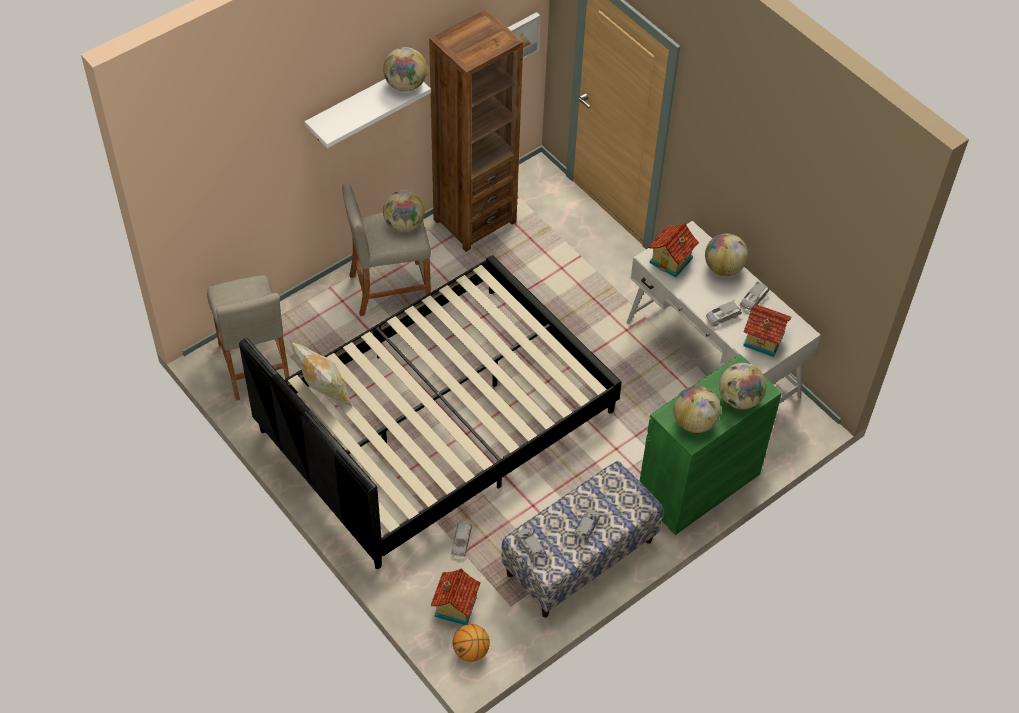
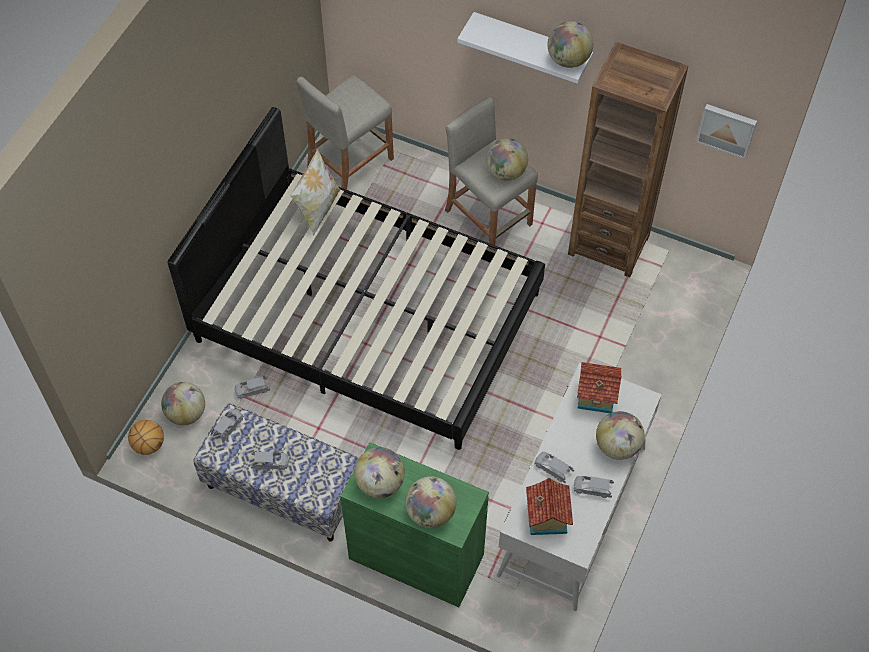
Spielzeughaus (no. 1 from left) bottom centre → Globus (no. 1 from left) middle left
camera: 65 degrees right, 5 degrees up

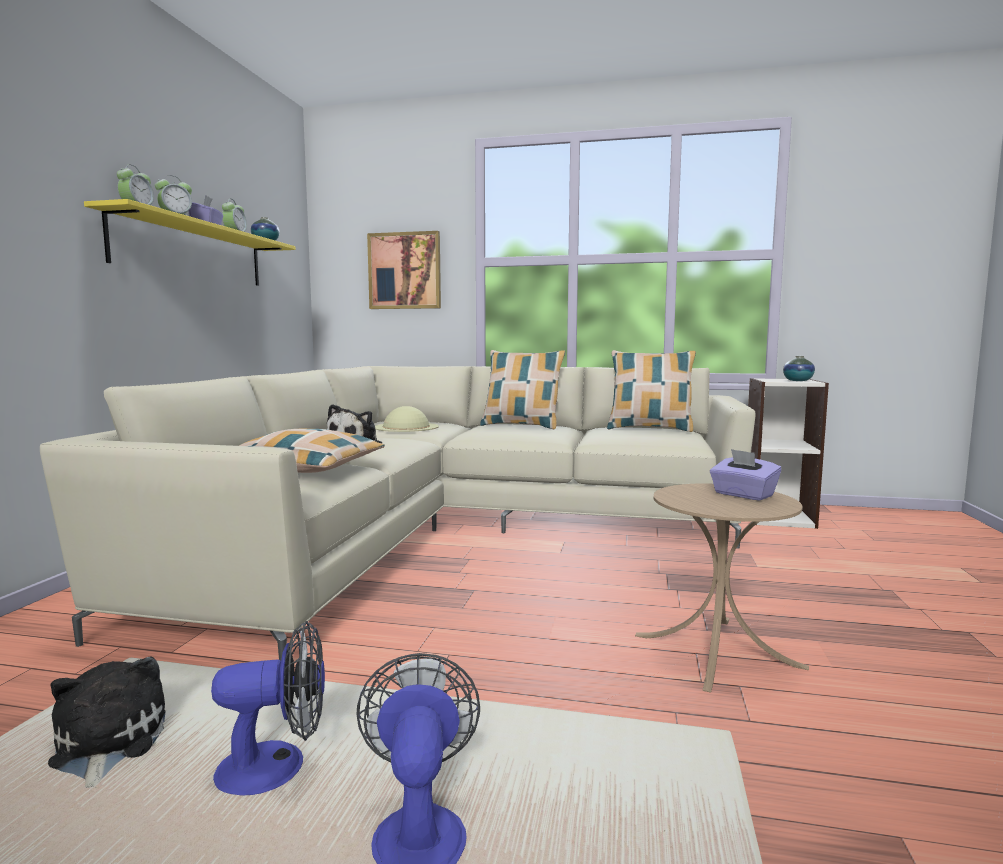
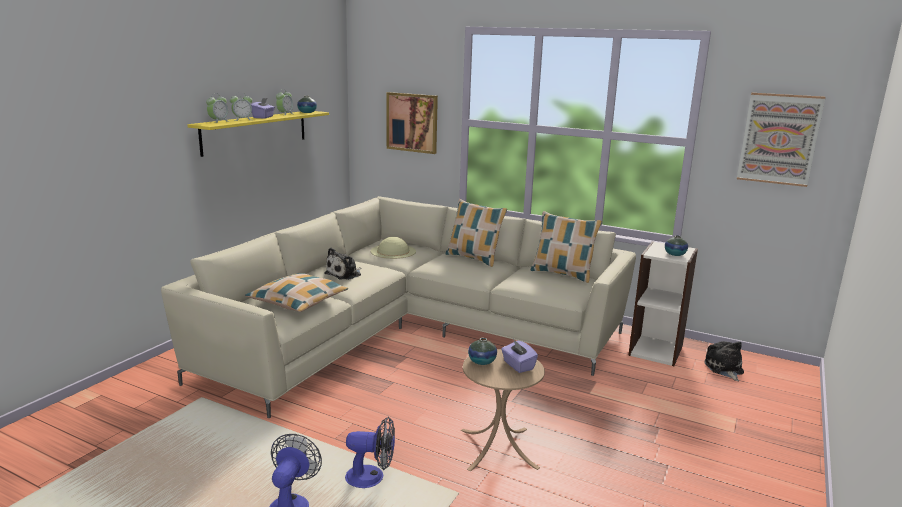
- → Vase (no. 2 from left) bottom centre
- → Bild (no. 2 from left) top right
Plüschtier (no. 1 from left in the first image) bottom left → Plüschtier (no. 2 from left) bottom right, shifted
Ventilator (no. 1 from left in the first image) bottom left → Ventilator (no. 2 from left) bottom centre, shifted
camera: 15 degrees right, 10 degrees up

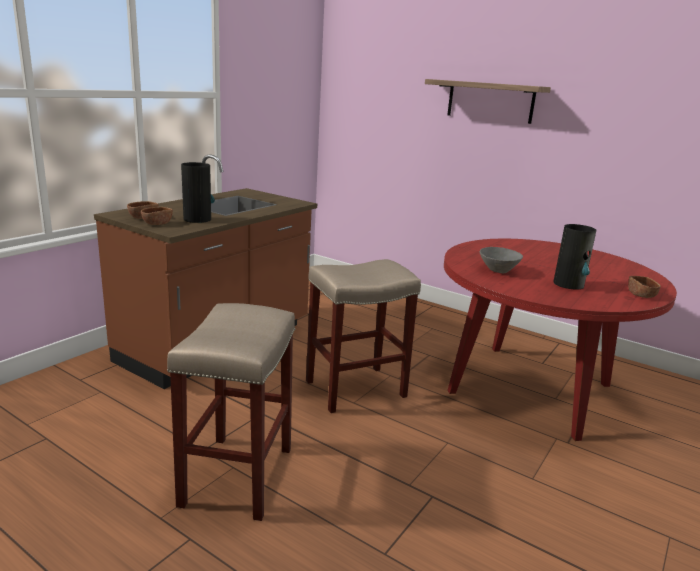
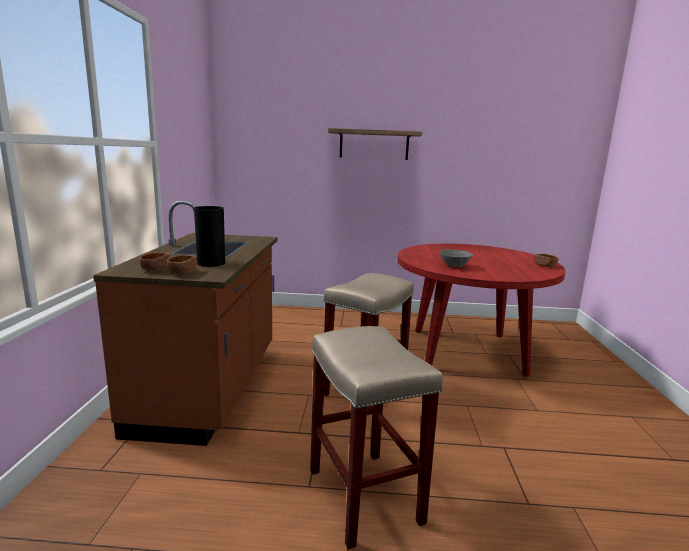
Vase (no. 2 from left) middle right → -
camera: 30 degrees left, 5 degrees down

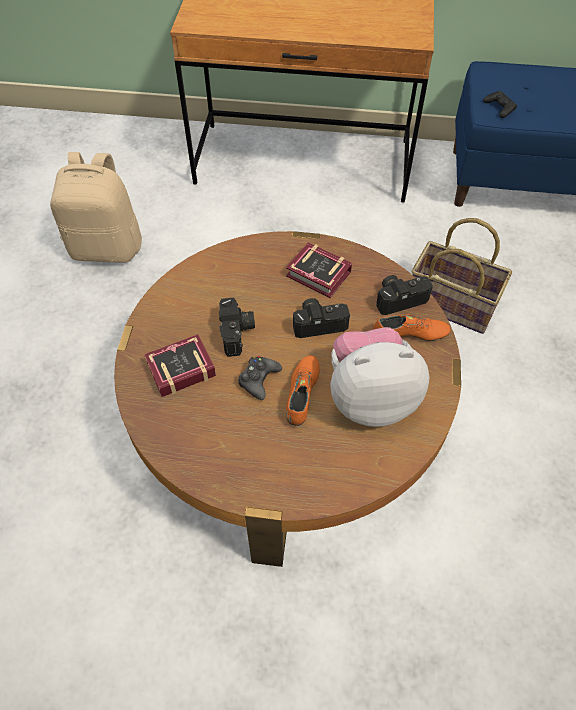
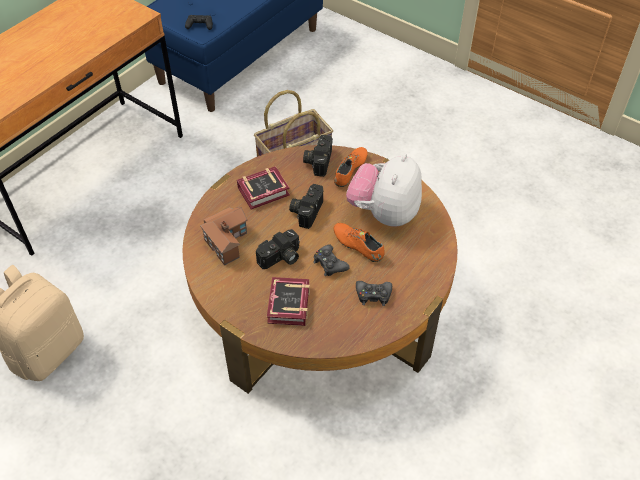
- → Spielzeughaus centre
- → Gamepad (schwarz) (no. 3 from left) centre
Kamera (no. 1 from left) centre, 120 degrees clockwise
camera: 60 degrees left, 5 degrees down

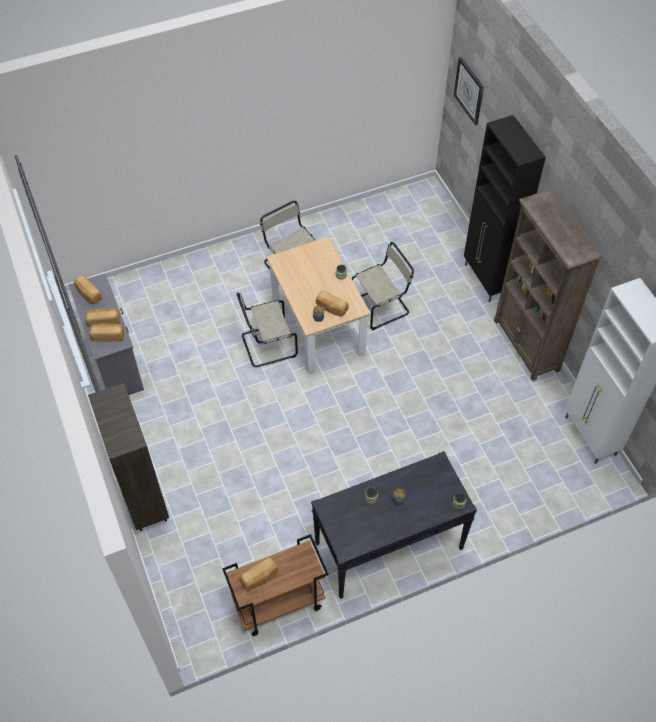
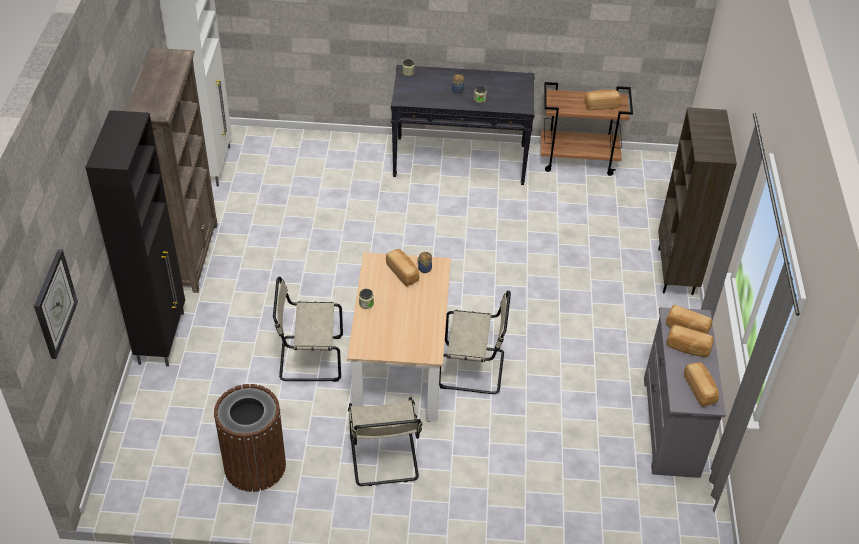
- → Mülleimer (braun) bottom left
camera: 155 degrees left, 10 degrees down

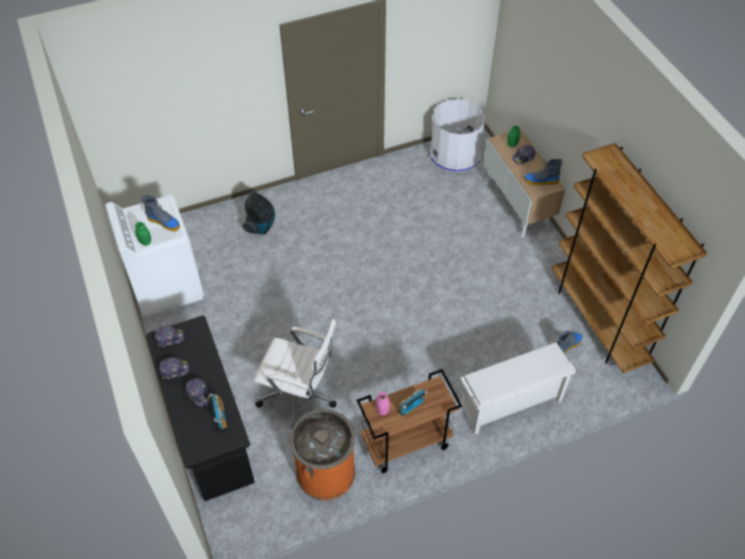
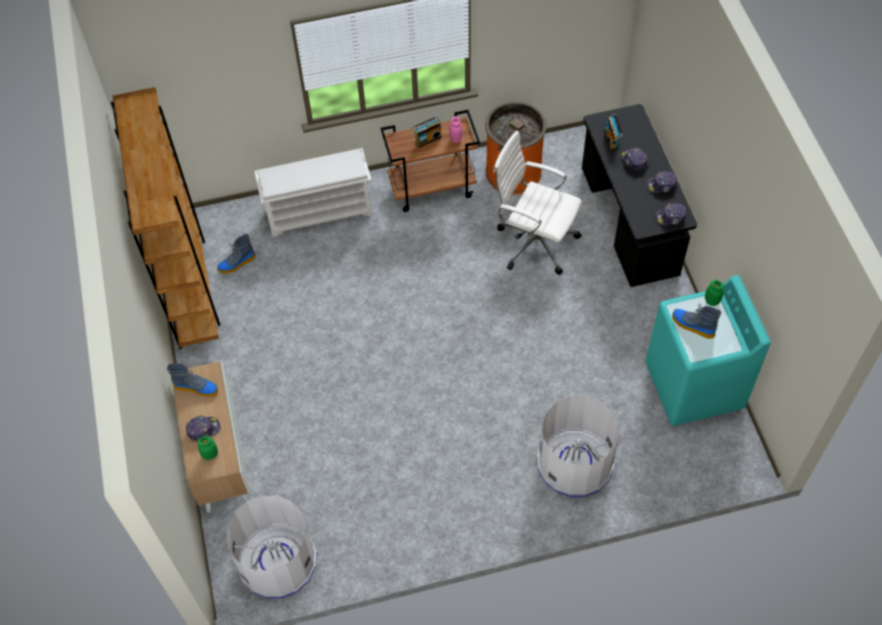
Staubsauger centre → Mülleimer (weiß) (no. 2 from left) bottom centre
Waschmaschine (weiß) middle left → Waschmaschine (türkis) middle right
camera: 170 degrees left, 5 degrees up

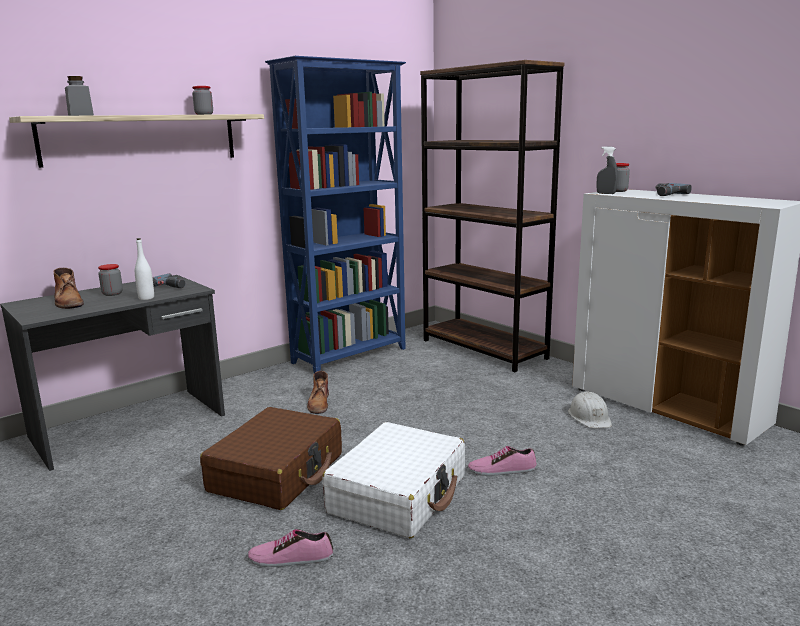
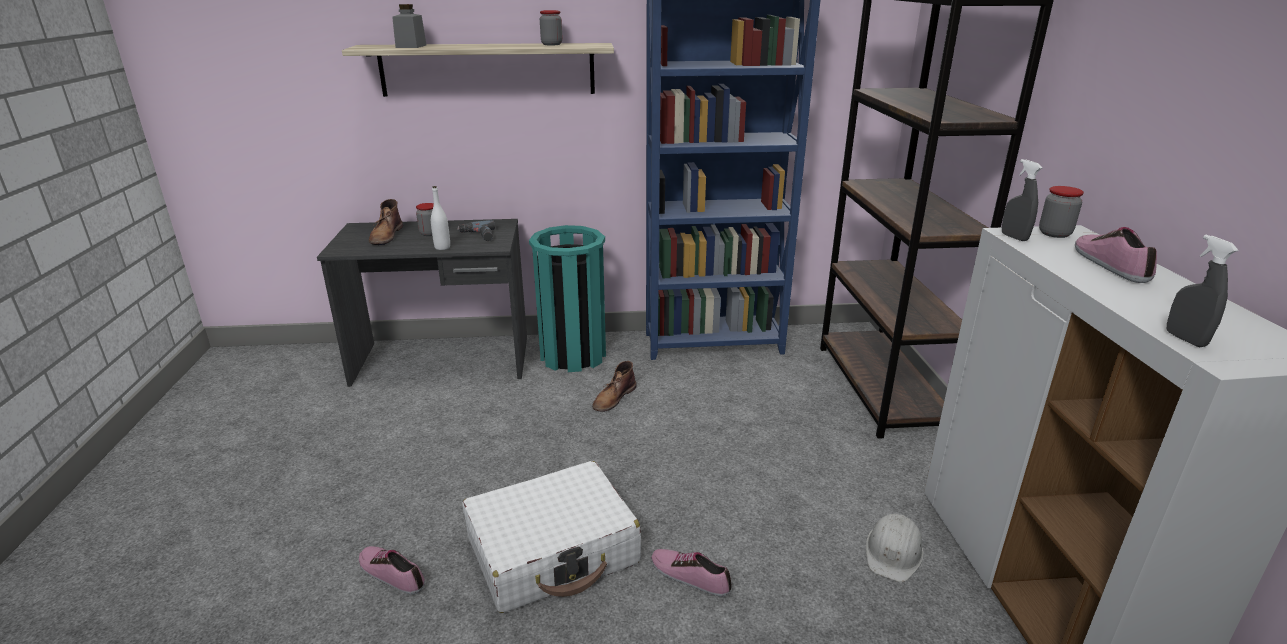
Koffer (braun) bottom centre → -
- → Mülleimer (türkis) centre
- → Sprühflasche (grau) (no. 2 from left) middle right
Bohrmaschine (no. 2 from left) top right → Schuh (no. 3 from left) middle right
camera: 35 degrees right, 10 degrees up

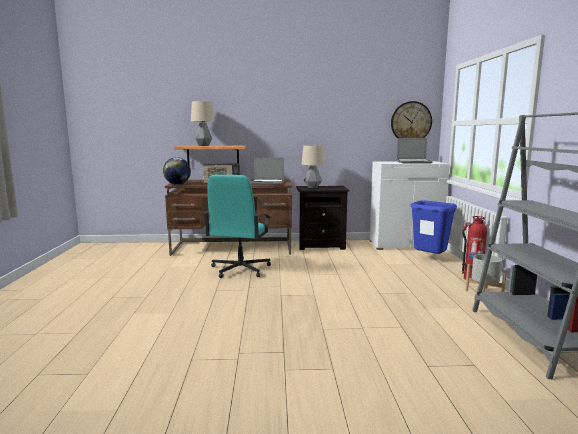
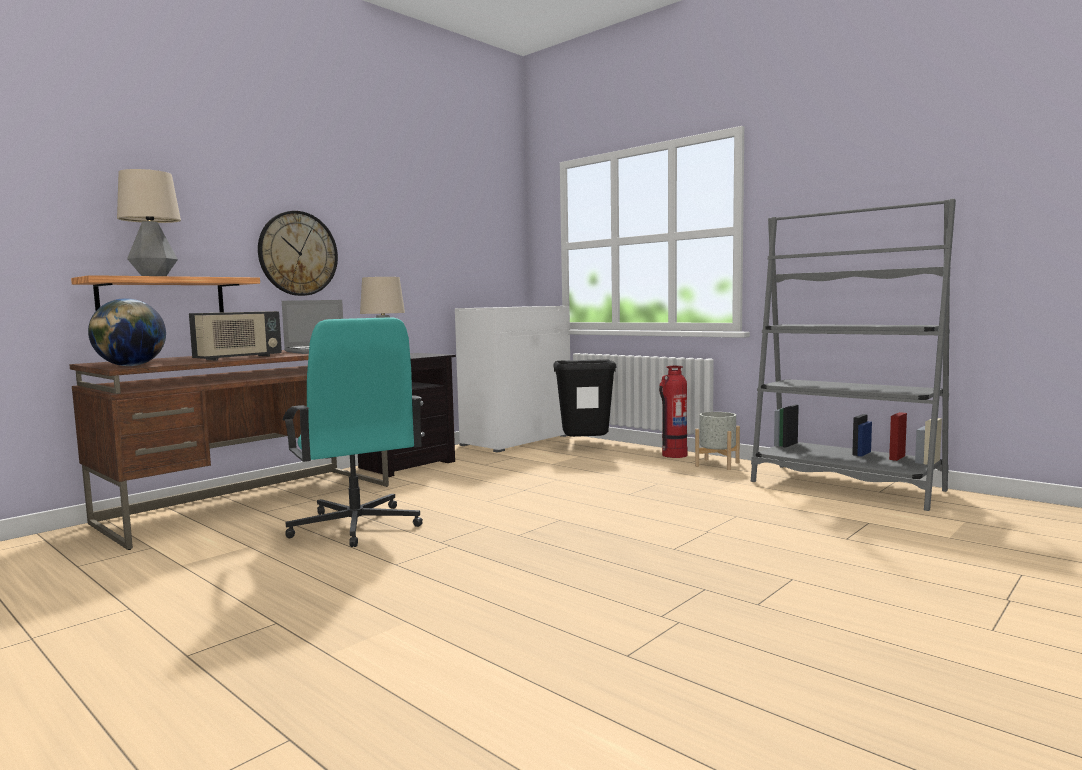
Laptop (no. 2 from left) middle right → -
Wanduhr top right → Wanduhr top left, shifted
Mülleimer (blau) middle right → Mülleimer (schwarz) centre
camera: 45 degrees left, 5 degrees down

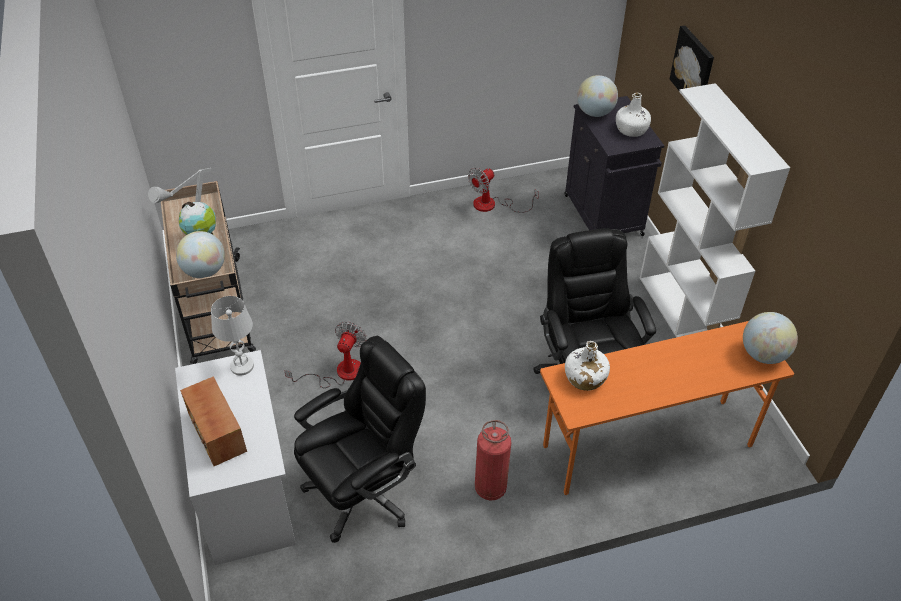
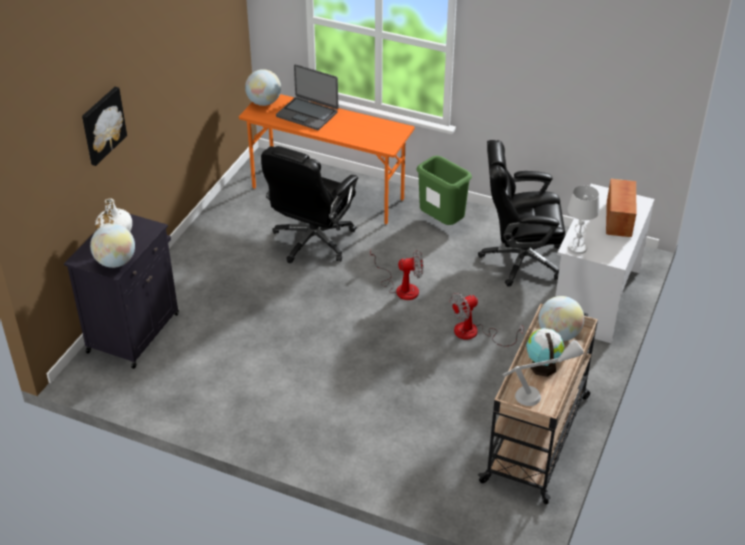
Flasche (weiß) (no. 1 from left) centre → -
Bücherregal (weiß) middle right → -
- → Laptop top centre
Ventilator (no. 2 from left in the first image) top centre → Ventilator (no. 1 from left) centre, shifted
Feuerlöscher bottom centre → Mülleimer (grün) centre
camera: 140 degrees left, 5 degrees down

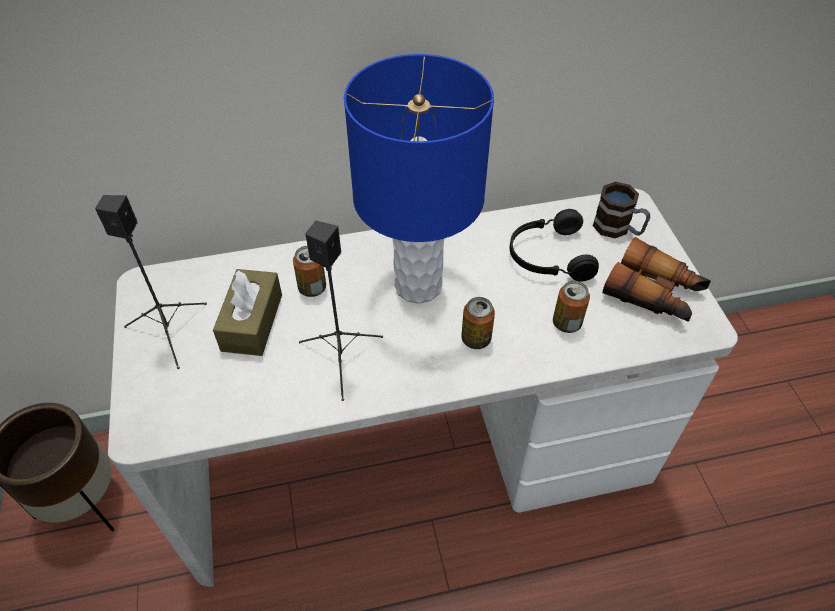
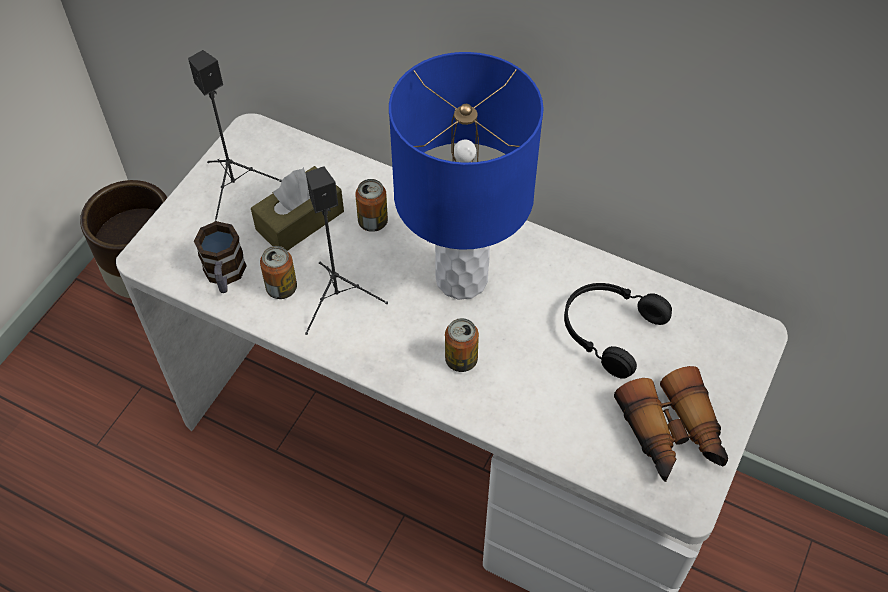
Dose (no. 3 from left in the first image) middle right → Dose (no. 1 from left) middle left, shifted
Henkelbecher middle right → Henkelbecher middle left, shifted
camera: 40 degrees right, 5 degrees up

